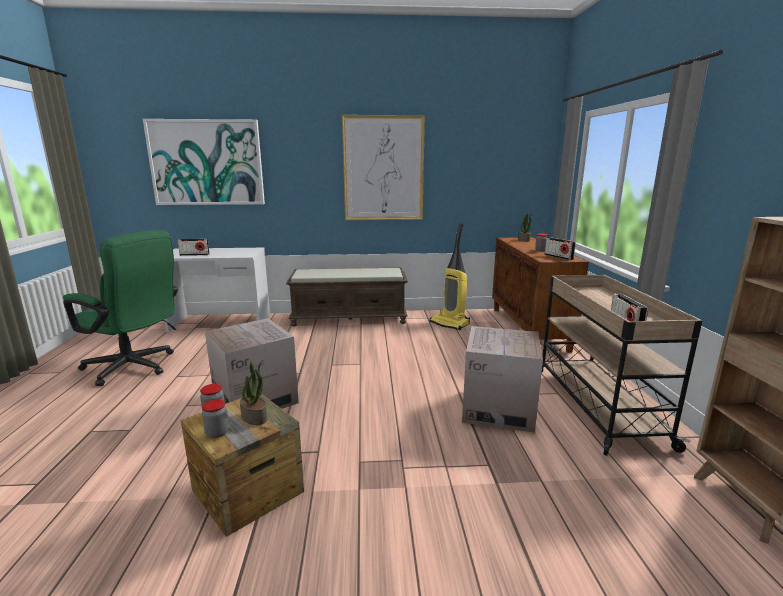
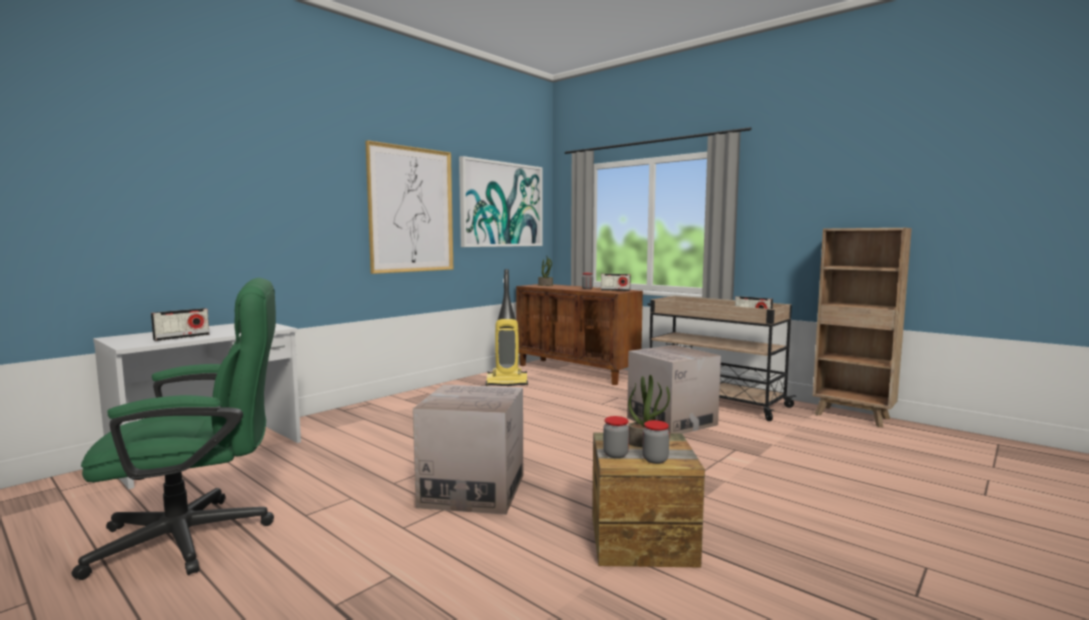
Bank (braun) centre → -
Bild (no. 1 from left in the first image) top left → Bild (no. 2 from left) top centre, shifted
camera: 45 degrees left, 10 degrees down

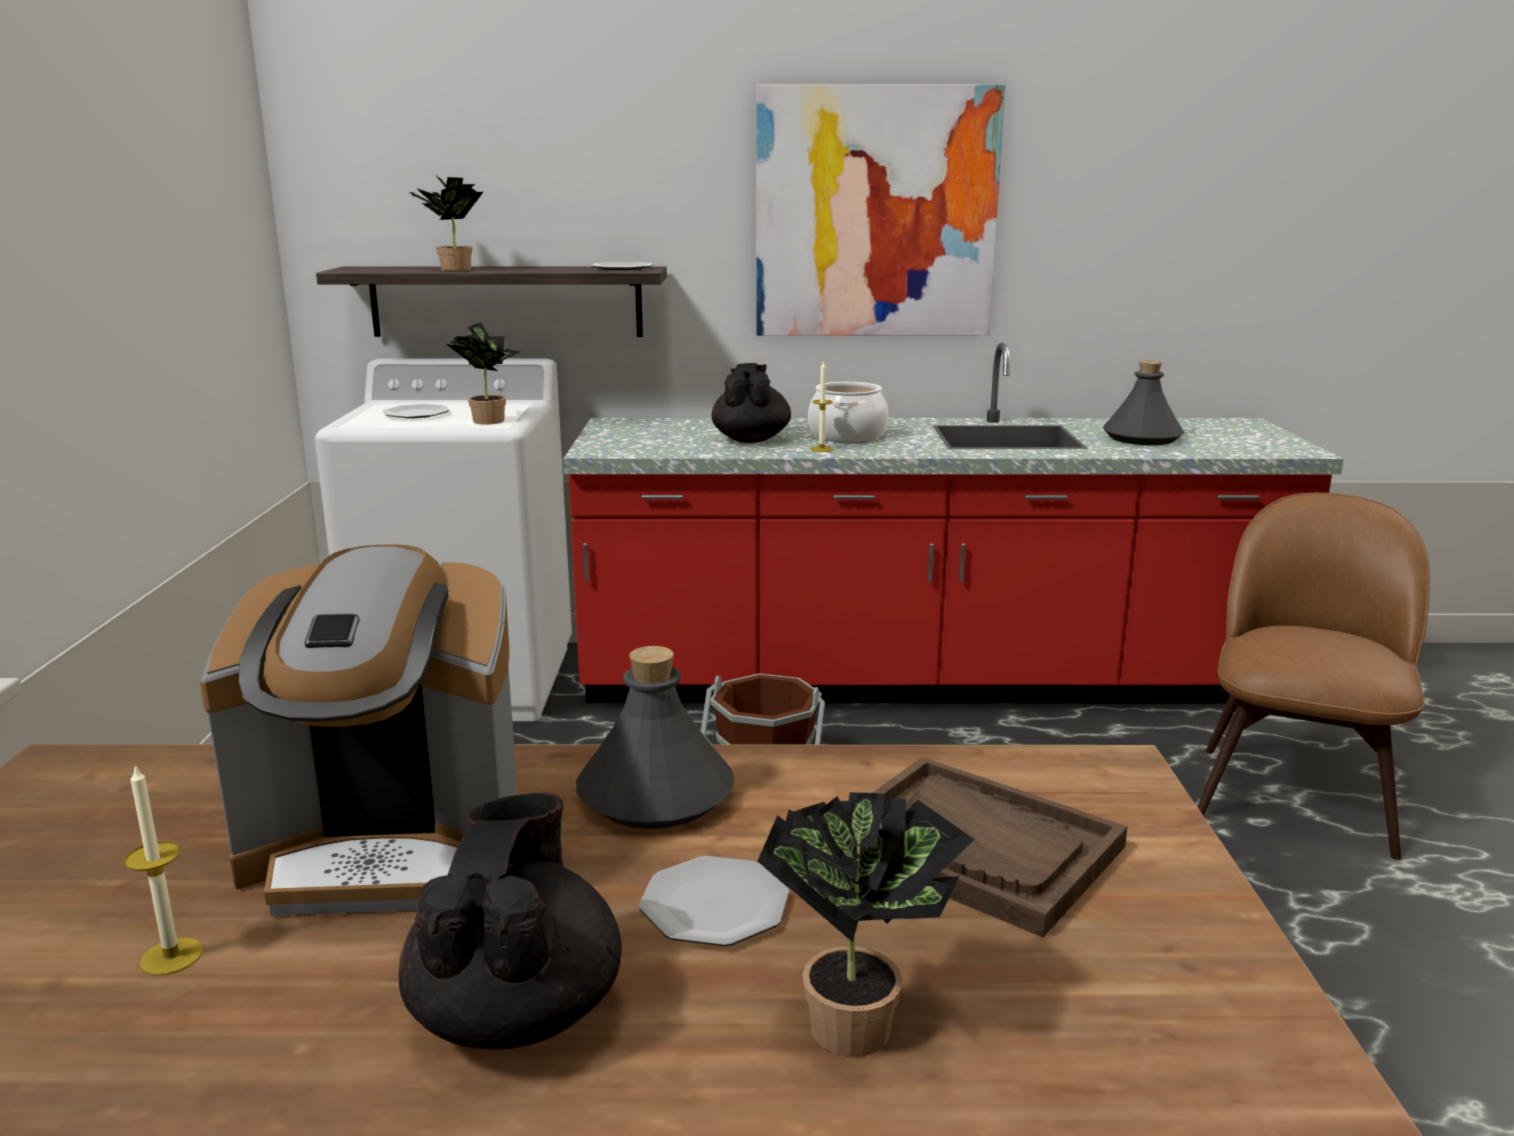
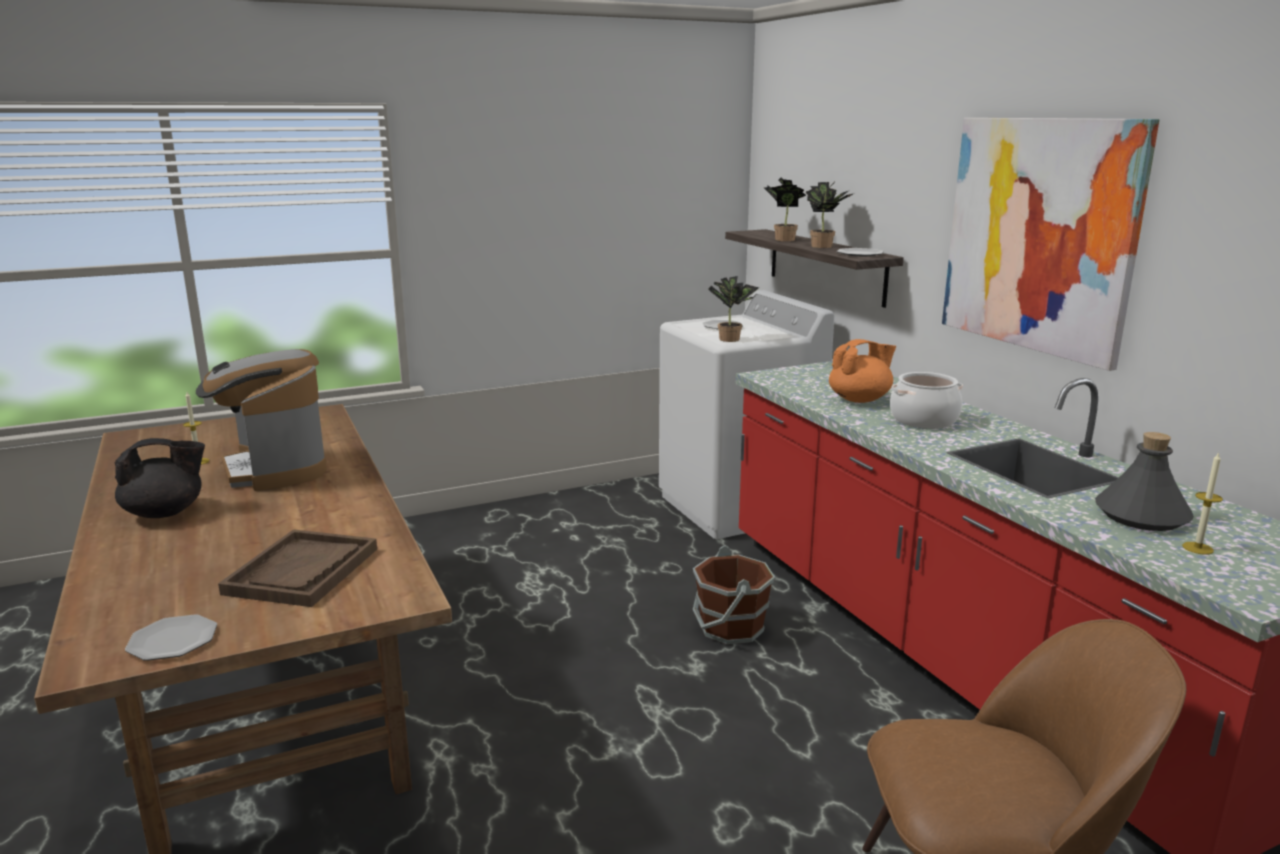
Flasche (grau) (no. 1 from left) centre → -
Teller (no. 3 from left in the first image) bottom centre → Teller (no. 1 from left) bottom left, shifted
Topfpflanze (no. 3 from left) bottom centre → Topfpflanze (no. 3 from left) top centre, shifted
Kerze (no. 2 from left) centre → Kerze (no. 2 from left) middle right, shifted
Teekanne (schwarz) (no. 2 from left) centre → Teekanne (orange) middle right
camera: 65 degrees right, 0 degrees up

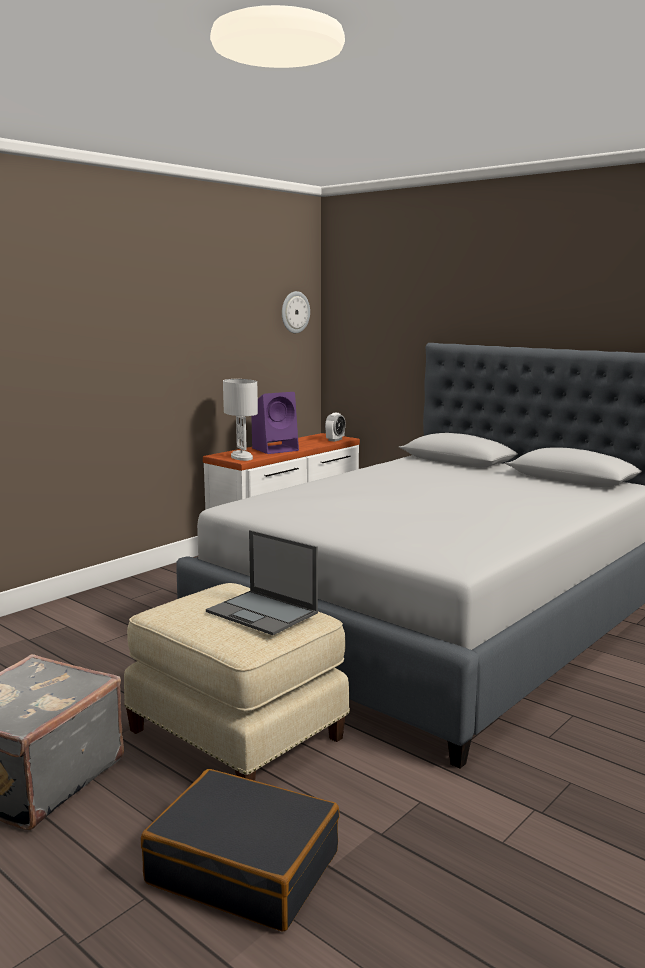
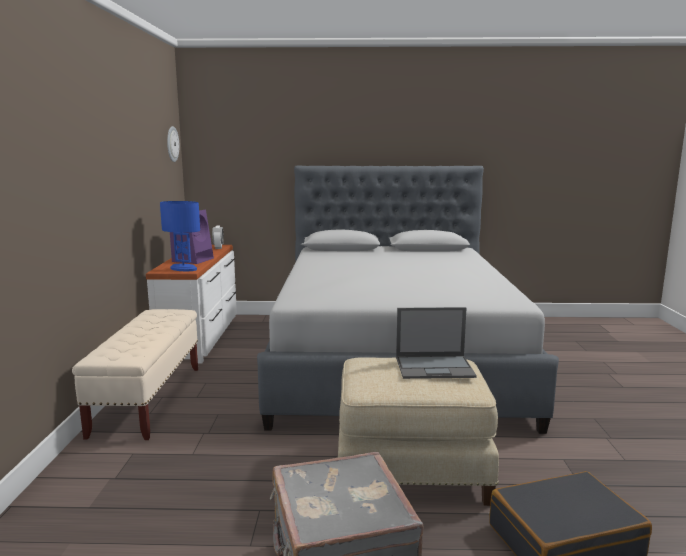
- → Bank (beige) bottom left
Tischlampe (weiß) centre → Tischlampe (blau) middle left
camera: 40 degrees left, 0 degrees up

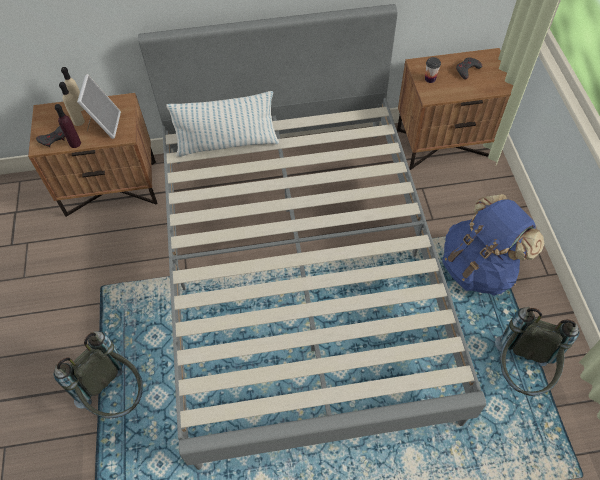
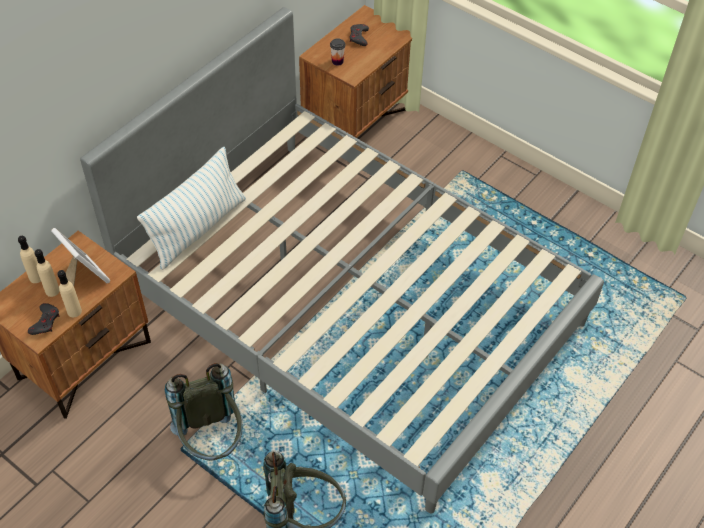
Rucksack (blau) middle right → -
Rucksack (grau) (no. 2 from left in the first image) bottom right → Rucksack (grau) (no. 1 from left) bottom left, shifted
Flasche (lila) top left → Flasche (beige) (no. 3 from left) middle left
camera: 45 degrees left, 5 degrees down

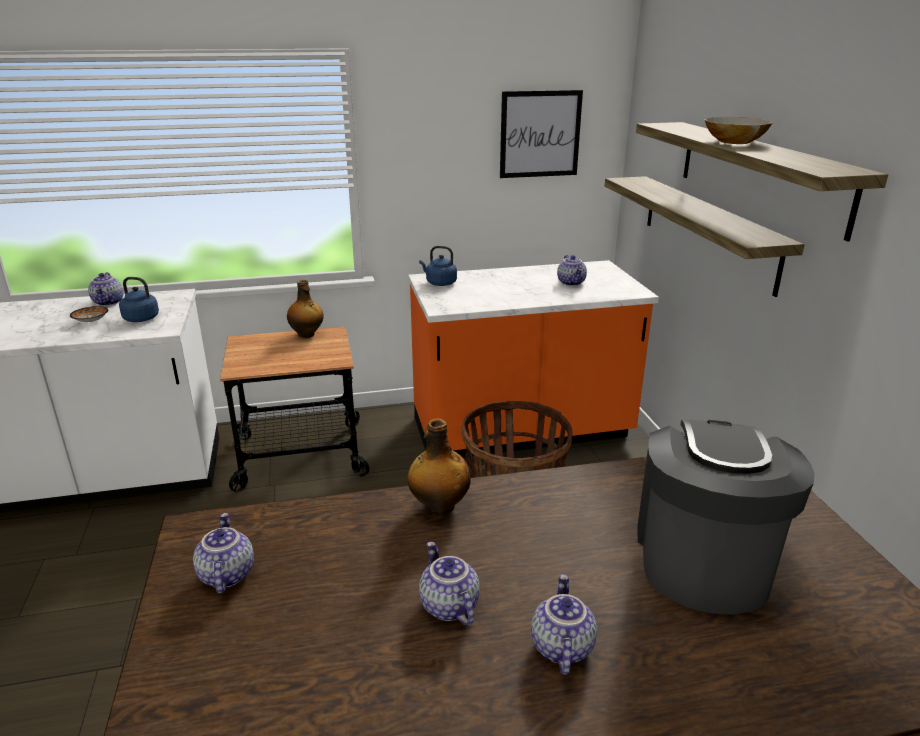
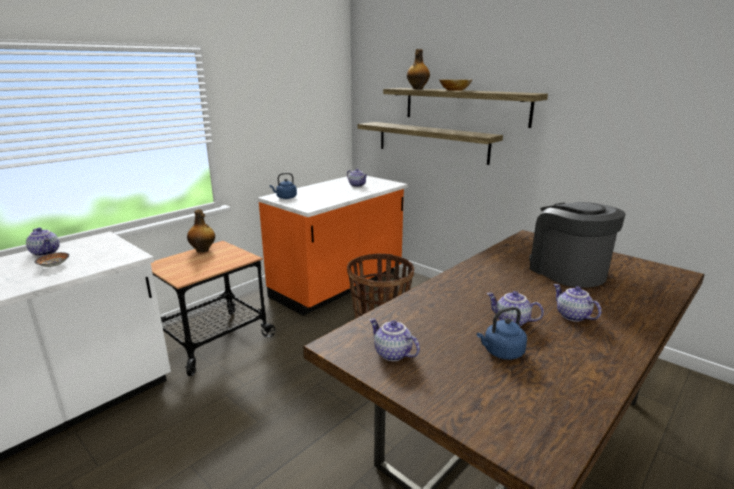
Bild top centre → -
Wasserkessel (blau) (no. 1 from left in the first image) middle left → Wasserkessel (blau) (no. 2 from left) bottom right, shifted
Flasche (no. 2 from left) centre → Flasche (no. 2 from left) top centre, shifted
camera: 35 degrees left, 5 degrees down

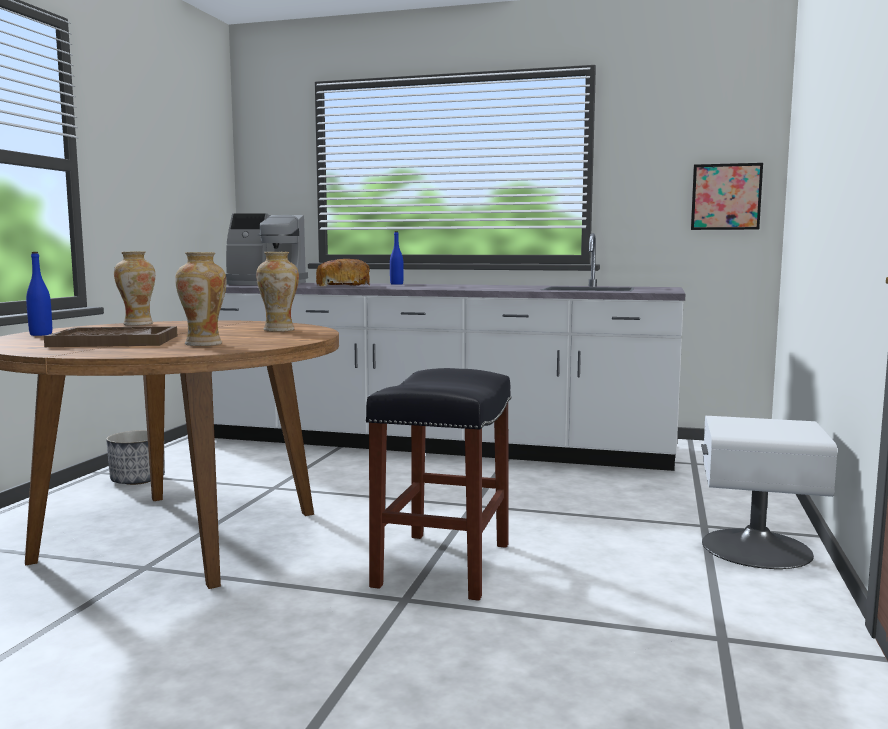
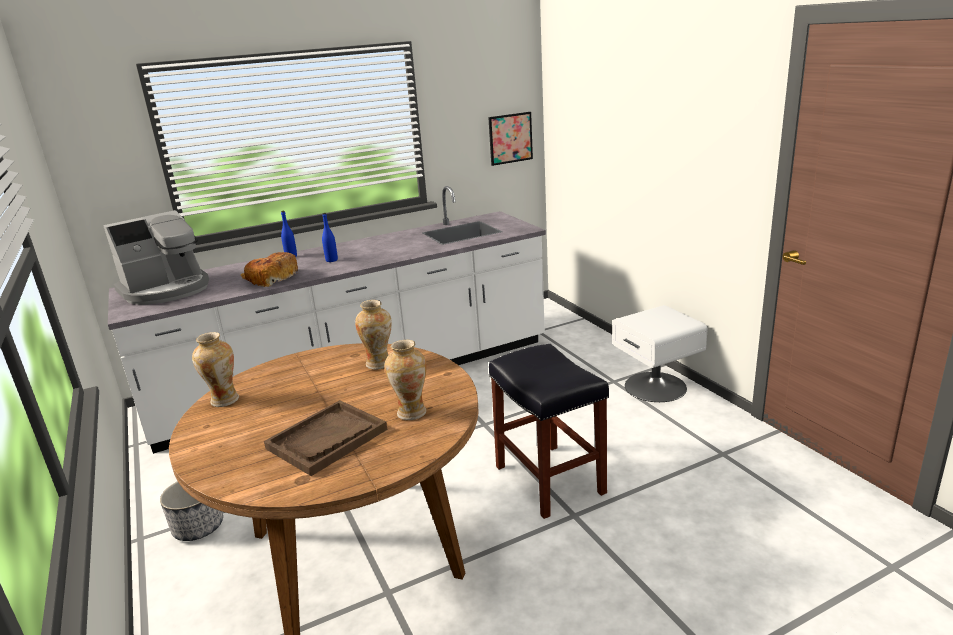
Flasche (blau) (no. 1 from left in the first image) middle left → Flasche (blau) (no. 2 from left) centre, shifted
camera: 40 degrees left, 15 degrees up

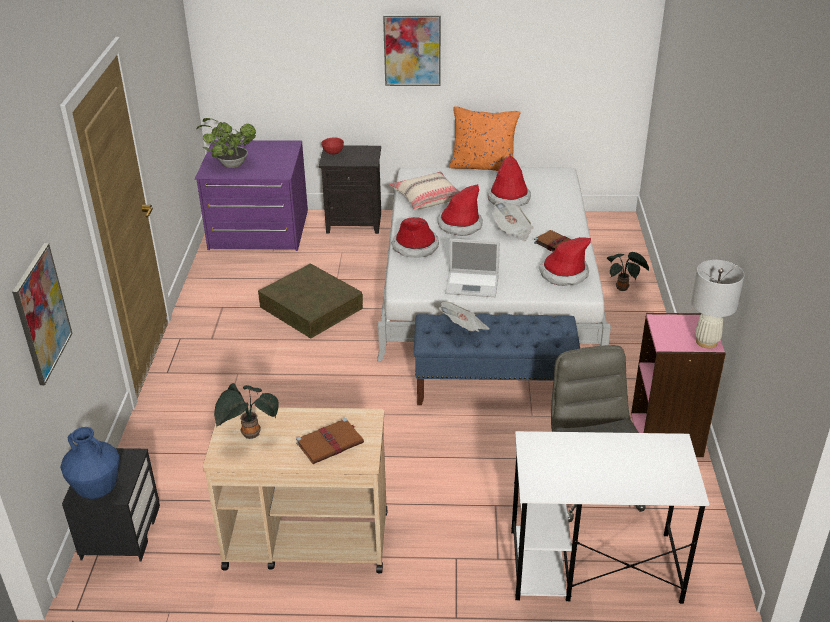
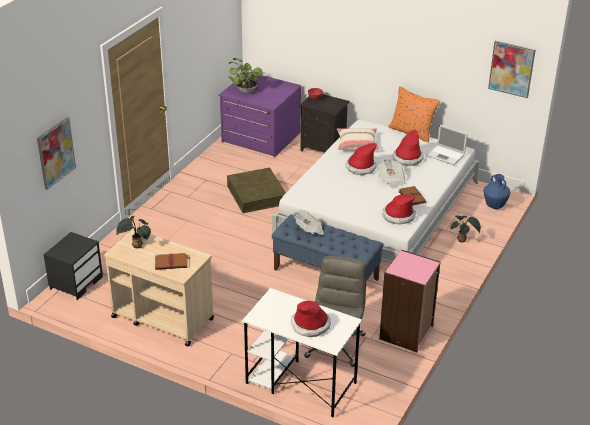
Tischlampe (weiß) middle right → -
Vase (blau) bottom left → Vase (blau) middle right, shifted
Bild (no. 2 from left) top centre → Bild (no. 2 from left) top right, shifted
Hut (no. 1 from left) centre → Hut (no. 1 from left) bottom centre, shifted
Laptop centre → Laptop middle right, shifted
camera: 25 degrees right, 0 degrees up

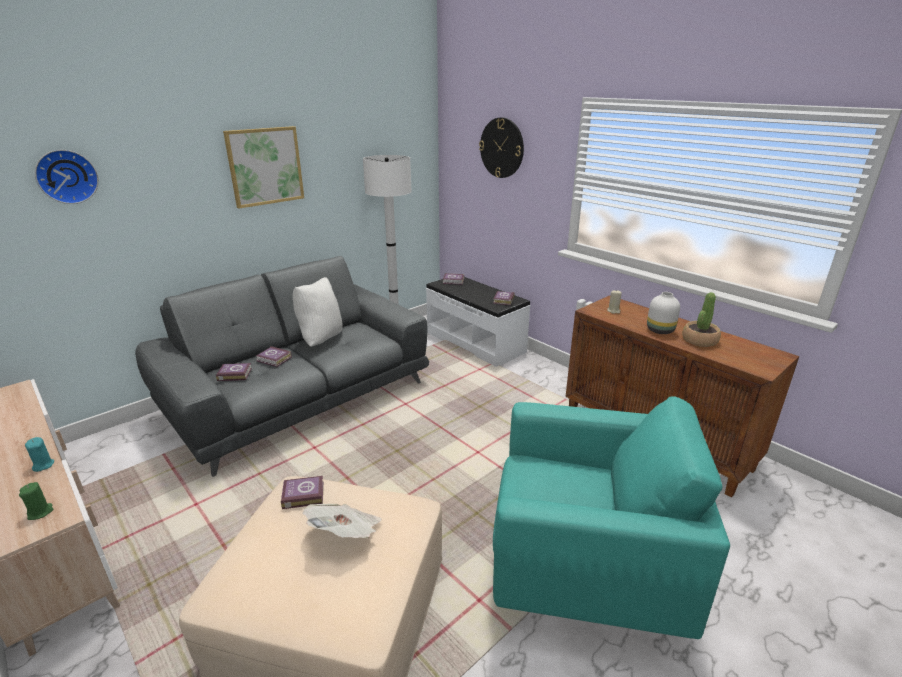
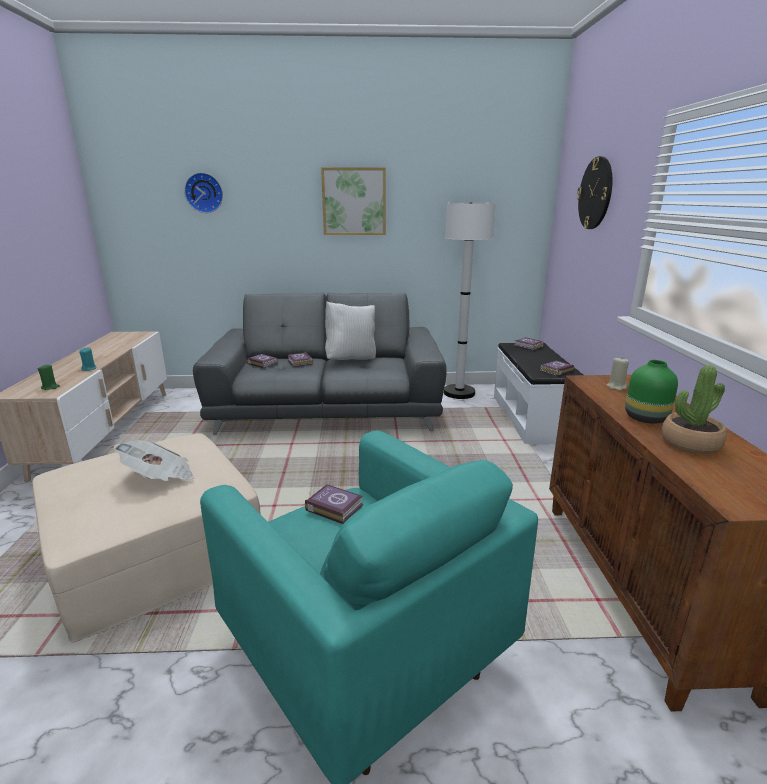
Buch (no. 3 from left) bottom centre → Buch (no. 3 from left) centre, shifted
Vase (weiß) middle right → Vase (grün) middle right
camera: 40 degrees right, 5 degrees down

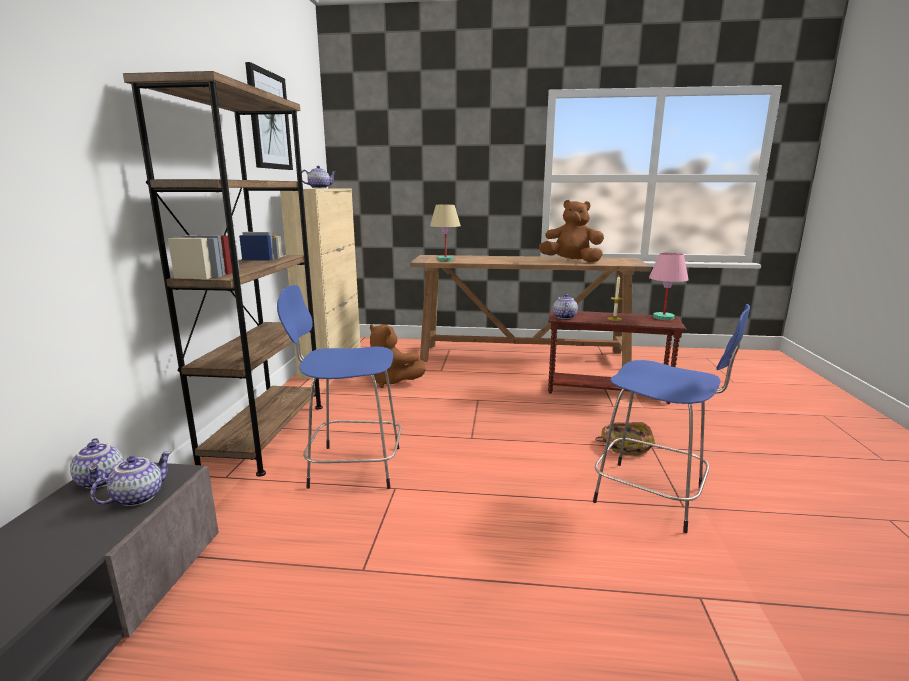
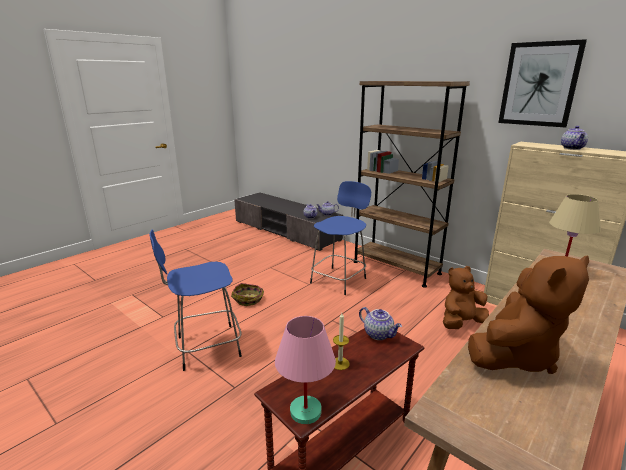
Korb middle right → Korb centre, shifted
camera: 125 degrees right, 5 degrees up

